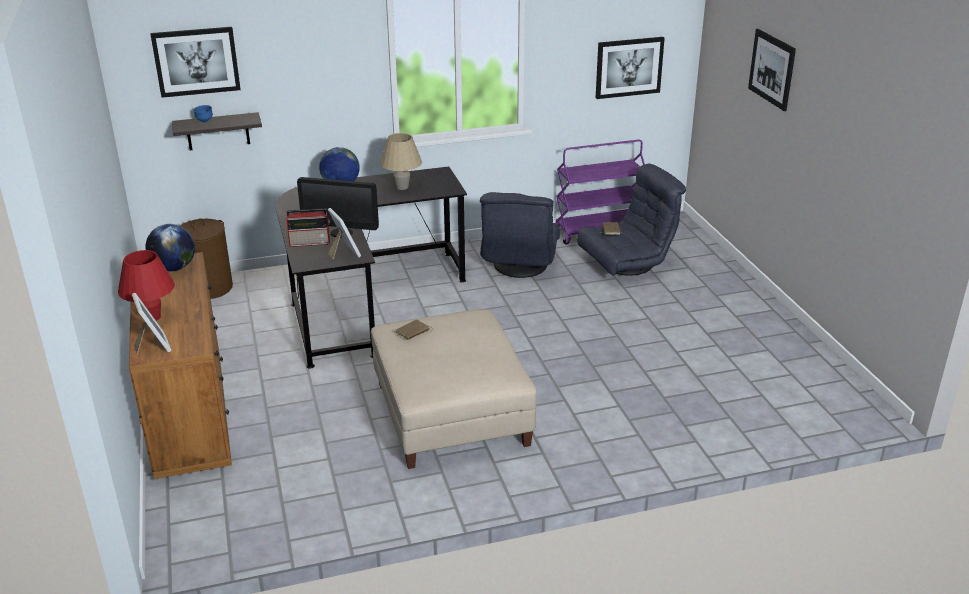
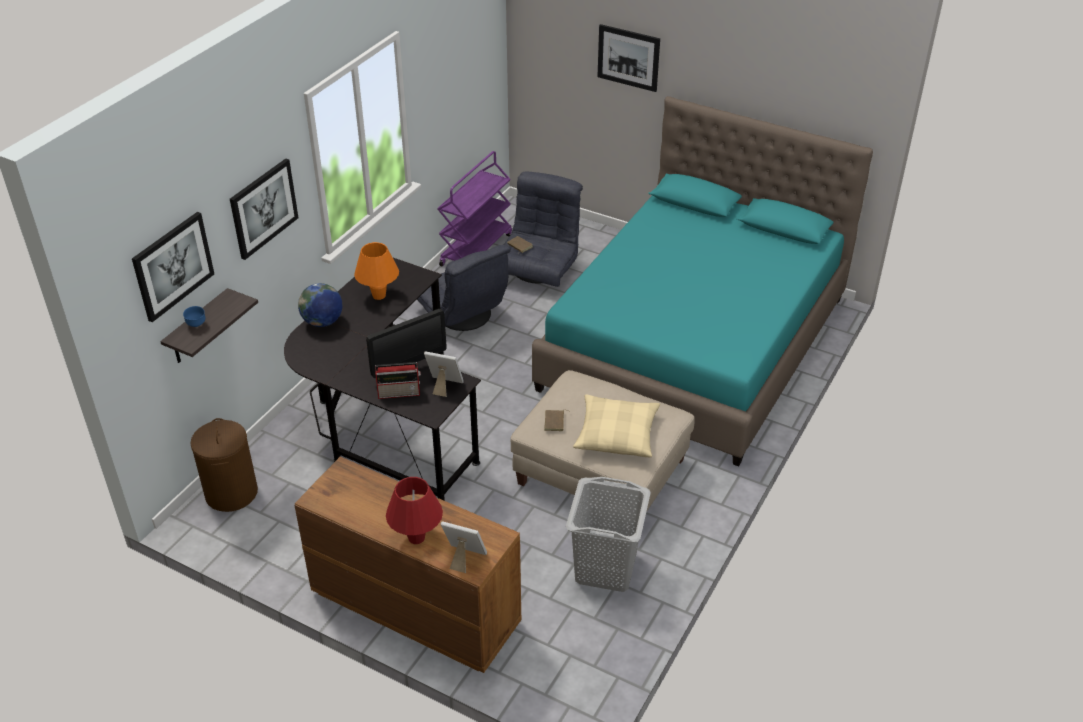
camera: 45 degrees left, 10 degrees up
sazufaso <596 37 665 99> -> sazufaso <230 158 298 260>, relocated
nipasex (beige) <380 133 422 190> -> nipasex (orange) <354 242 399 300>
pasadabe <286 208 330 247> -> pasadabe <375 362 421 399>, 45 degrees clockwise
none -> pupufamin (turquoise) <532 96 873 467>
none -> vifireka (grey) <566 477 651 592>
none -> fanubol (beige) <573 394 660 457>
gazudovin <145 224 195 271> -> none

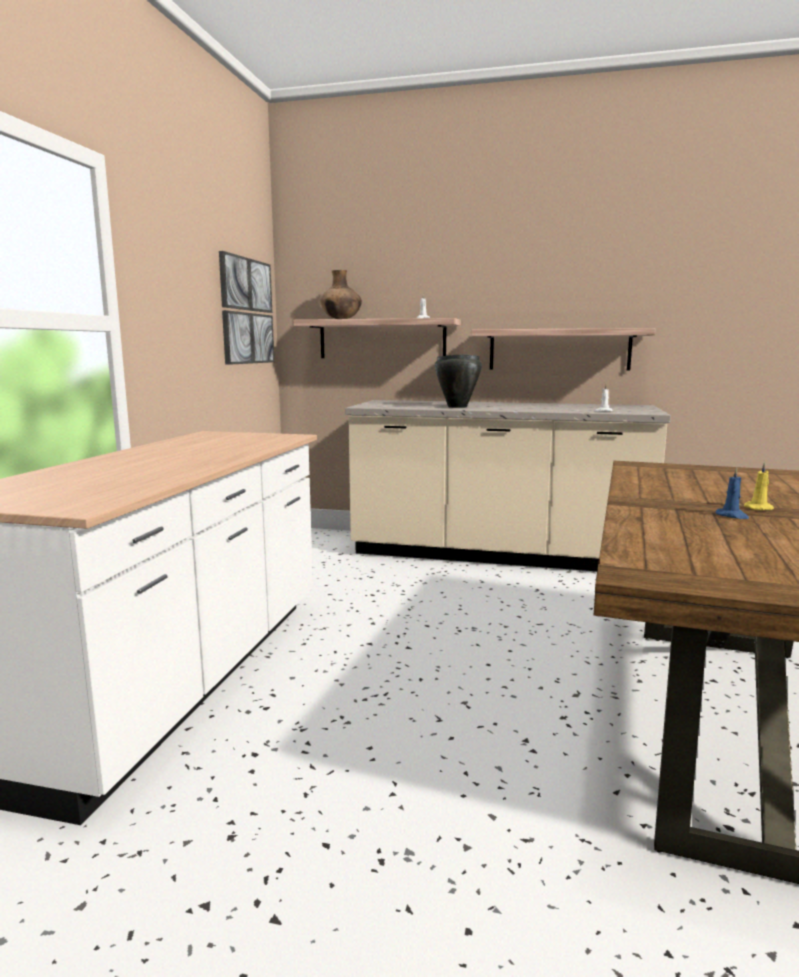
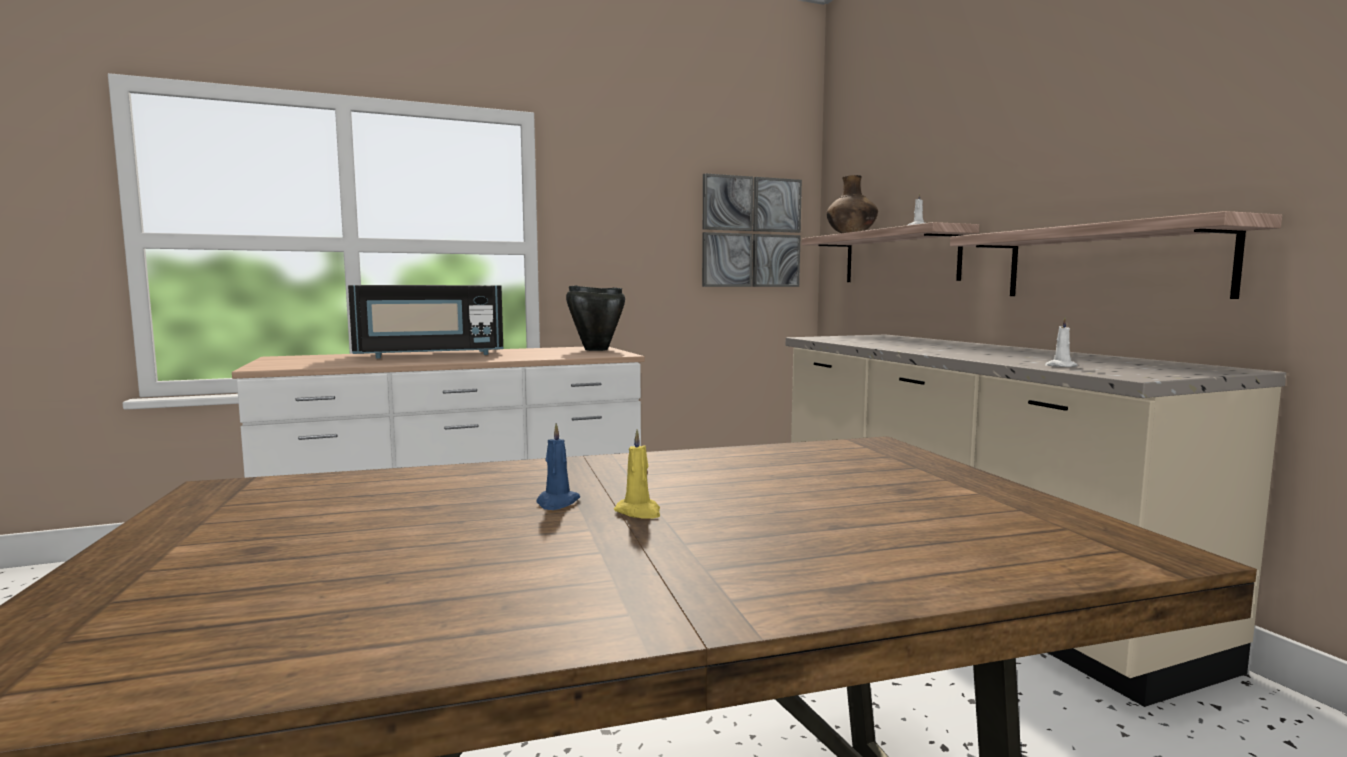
camera: 55 degrees right, 5 degrees down
none -> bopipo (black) <348 285 503 359>
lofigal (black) <435 354 482 408> -> lofigal (black) <566 286 625 351>, relocated

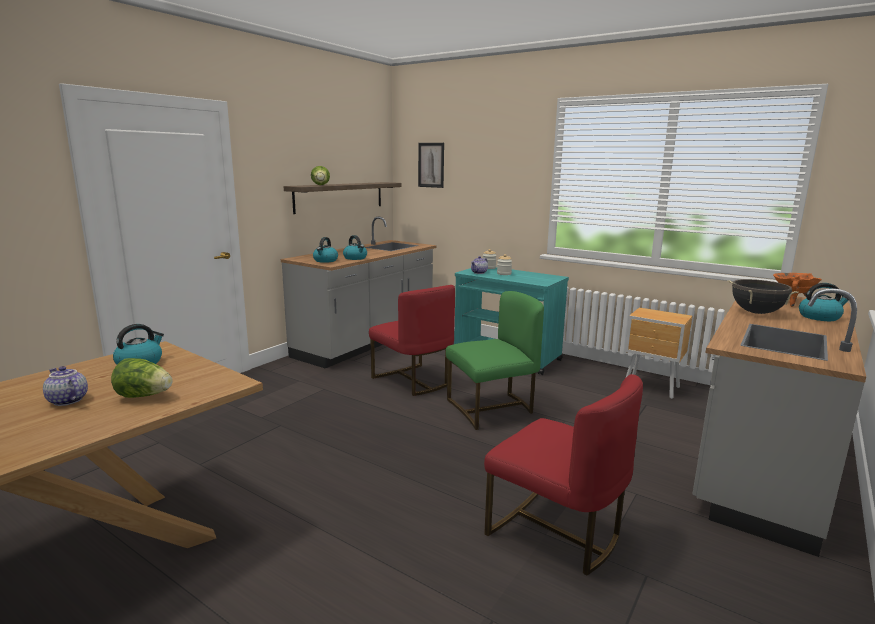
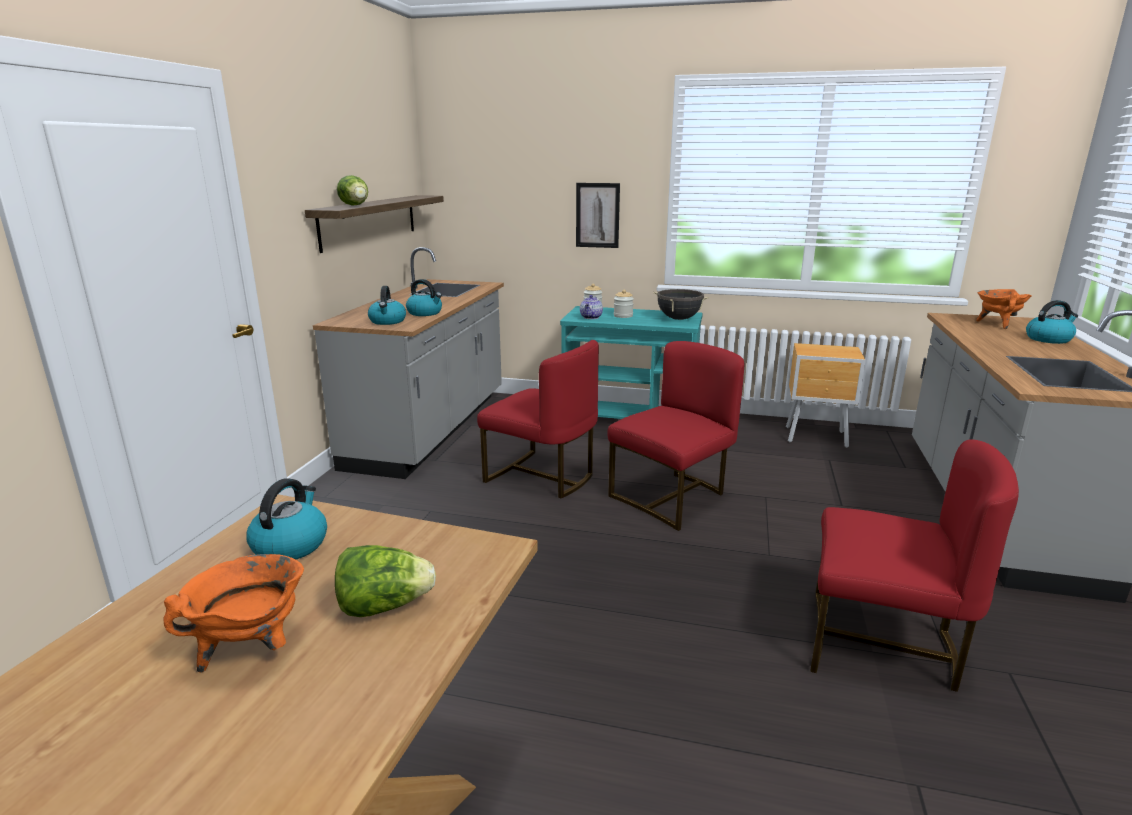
camera: 20 degrees left, 5 degrees up
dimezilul <43 366 88 406> -> lofigal (orange) <164 554 304 673>
sazufaso <418 143 444 188> -> sazufaso <576 183 620 248>, relocated
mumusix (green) <446 291 544 430> -> mumusix (red) <607 341 744 531>
lofigal (black) <727 279 799 314> -> lofigal (black) <653 289 709 320>, relocated

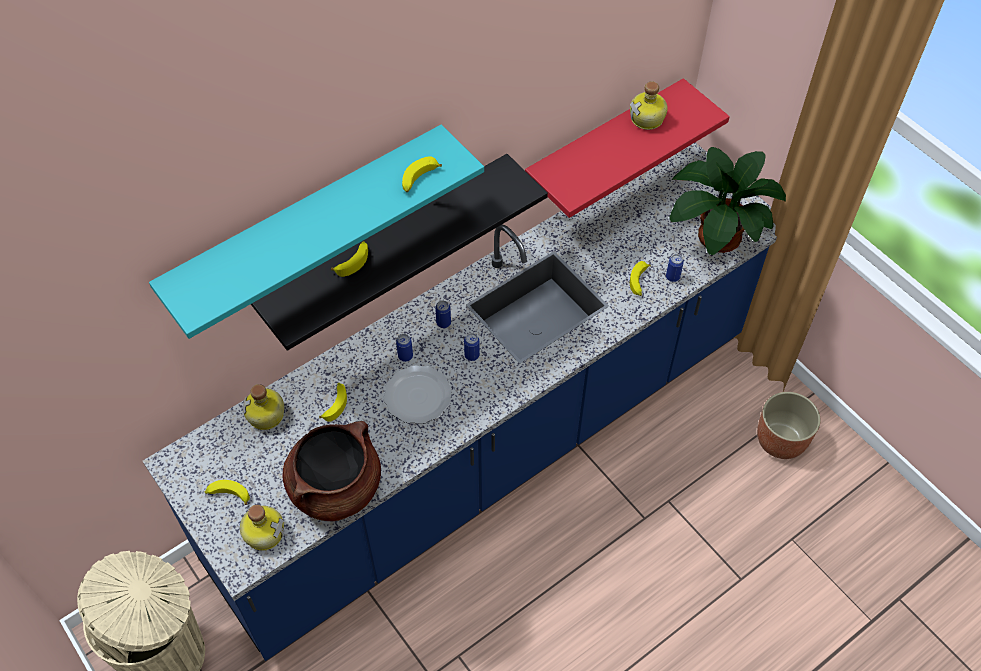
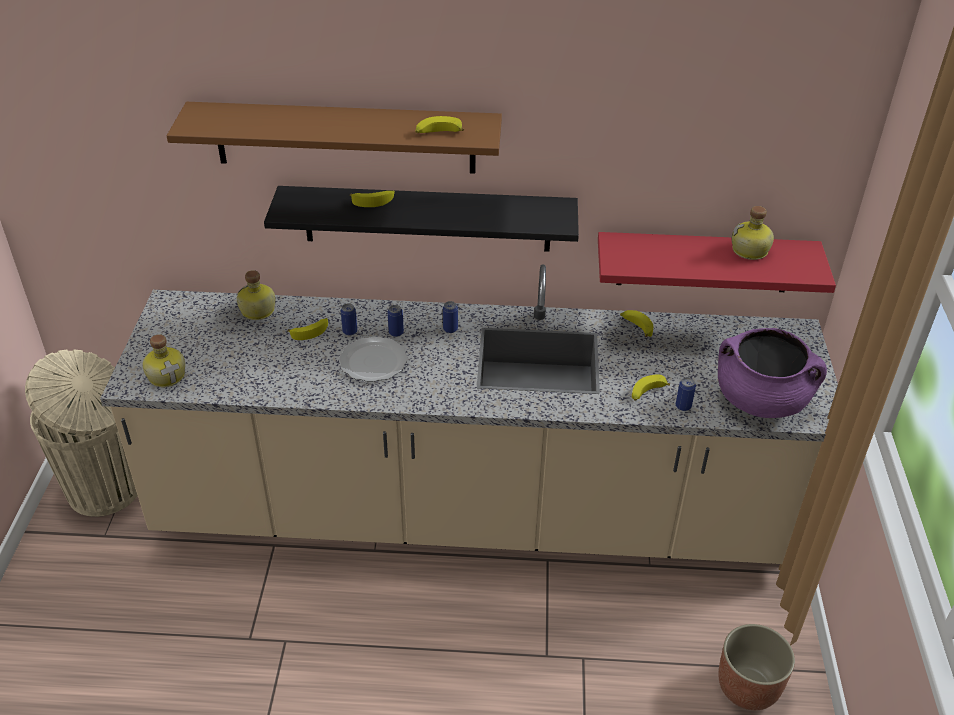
camera: 40 degrees right, 15 degrees down
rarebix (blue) <143 142 777 661> -> rarebix (beige) <100 264 838 564>
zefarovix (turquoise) <149 124 484 339> -> zefarovix (brown) <167 102 502 174>
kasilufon <464 333 480 361> -> kasilufon <341 303 357 336>, relocated
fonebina <205 480 250 505> -> fonebina <620 310 653 337>, relocated
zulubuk <669 147 786 255> -> lofigal (purple) <718 328 827 418>
lofigal (brown) <282 421 381 521> -> none

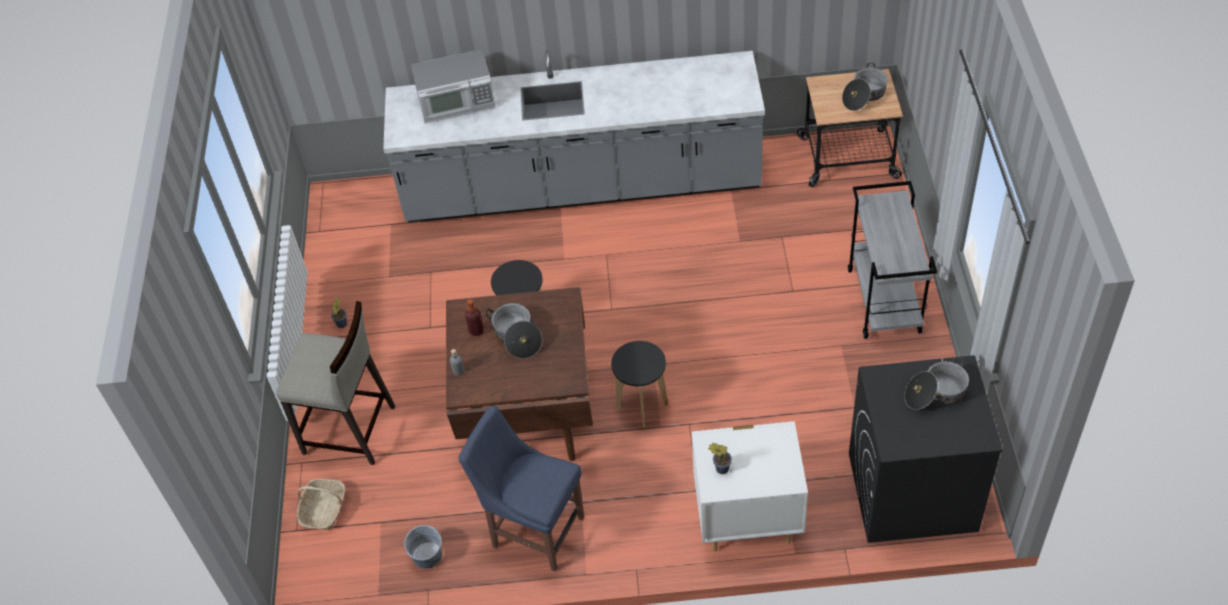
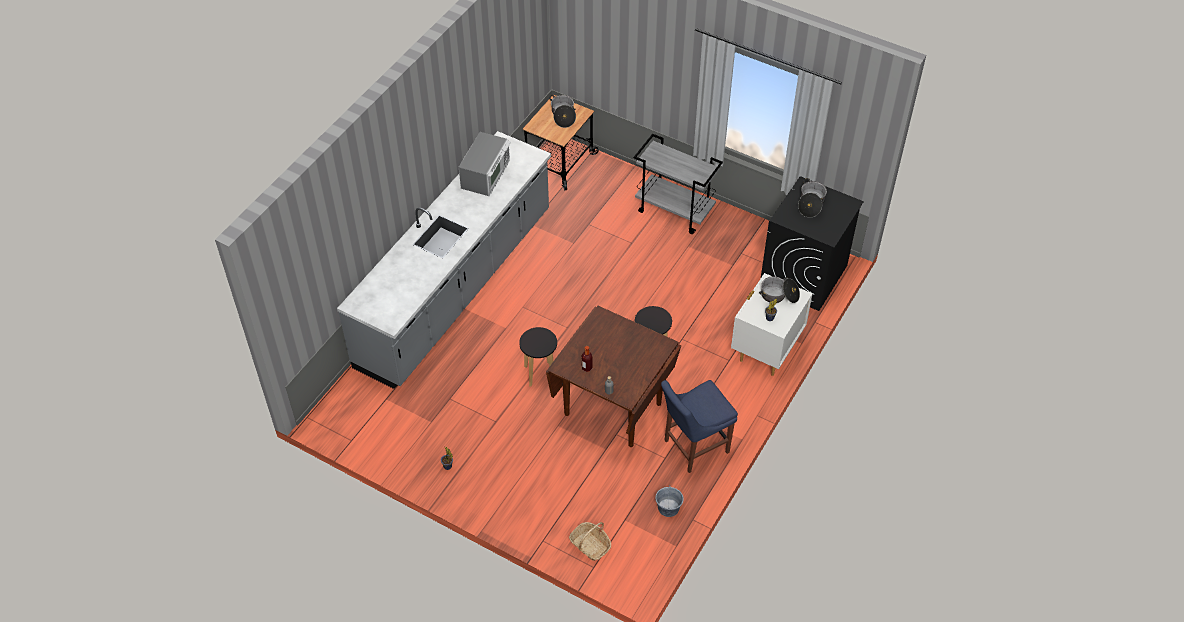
camera: 60 degrees left, 0 degrees up
bopipo <411 49 496 124> -> bopipo <459 132 511 196>, relocated
lofigal <486 303 542 359> -> lofigal <759 276 800 303>, relocated
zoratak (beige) <276 301 395 465> -> none

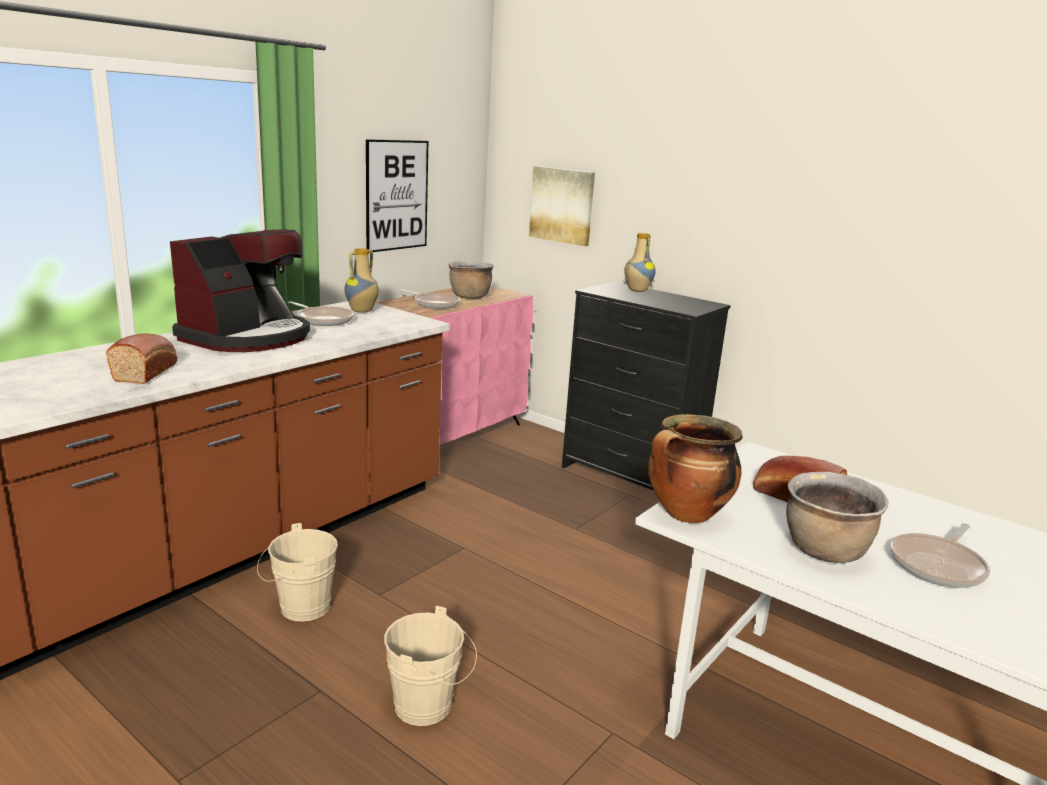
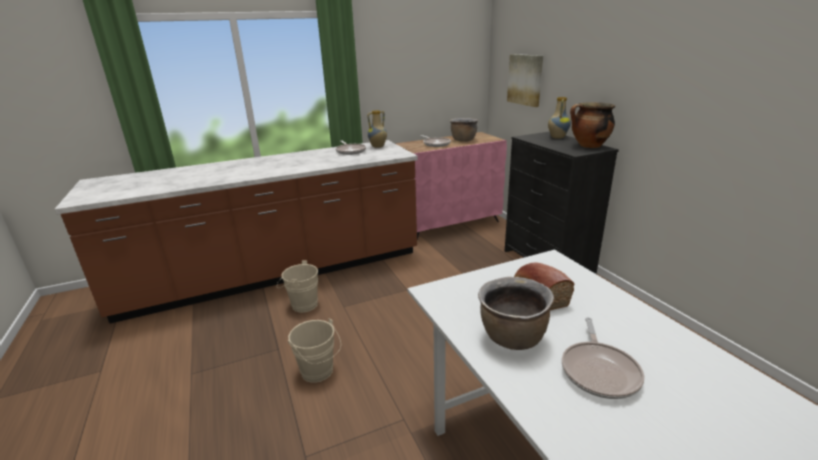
camera: 30 degrees right, 5 degrees up
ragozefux <890 523 990 588> -> ragozefux <562 318 644 399>, 60 degrees counterclockwise
lofigal <648 414 742 523> -> lofigal <570 102 615 148>, relocated
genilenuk <106 333 178 384> -> none
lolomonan <170 229 310 352> -> none
sazufaso <366 139 428 253> -> none

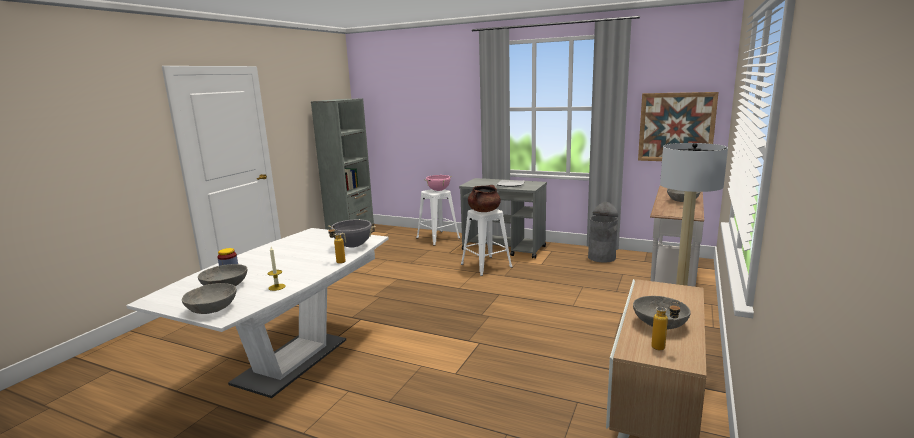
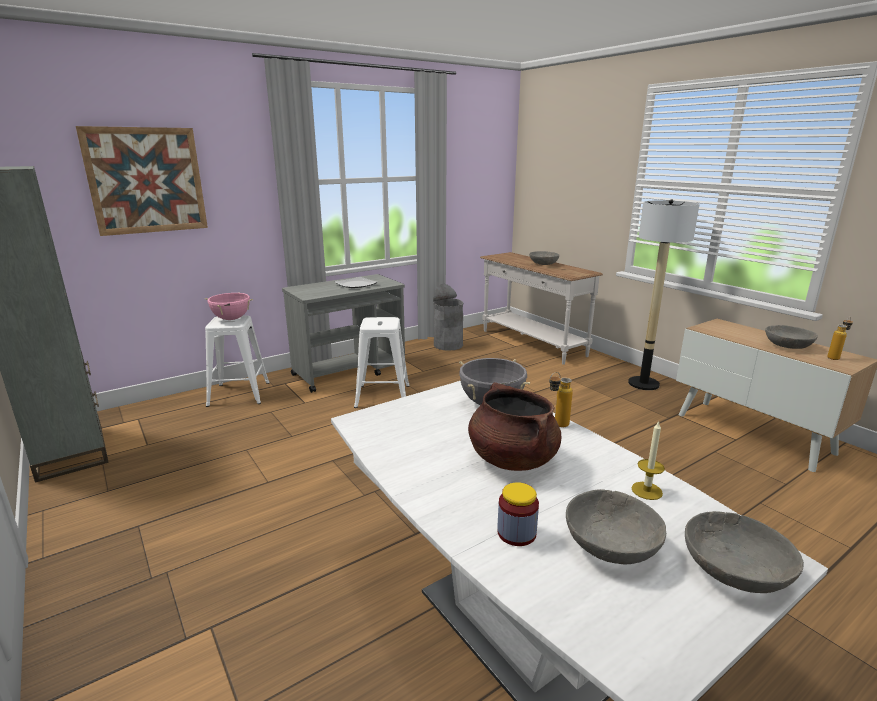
camera: 60 degrees left, 5 degrees up
sazufaso <638 92 719 161> -> sazufaso <76 126 208 236>, relocated
lofigal (brown) <468 185 501 212> -> lofigal (brown) <468 382 561 471>, relocated

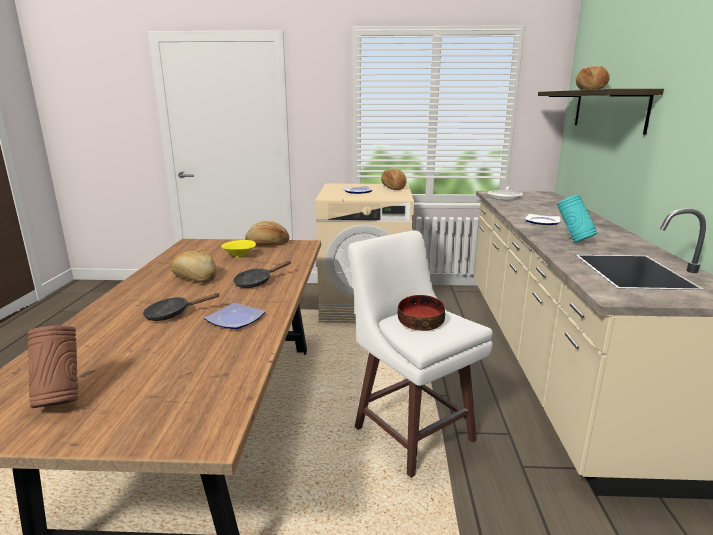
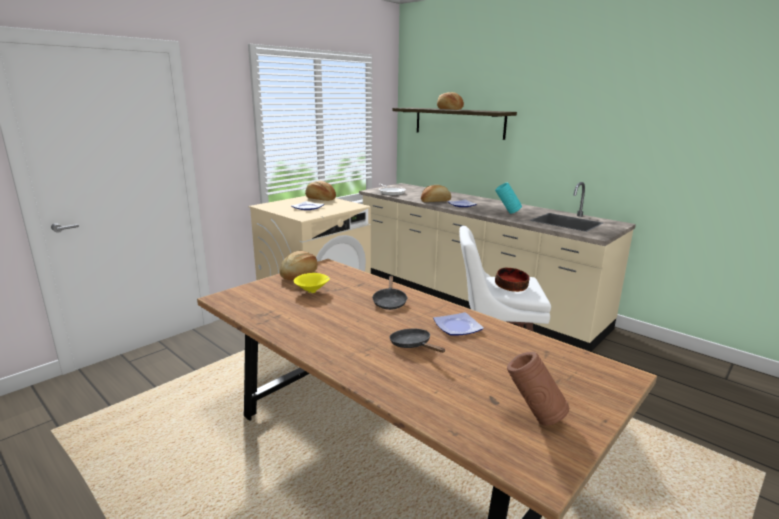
camera: 50 degrees left, 0 degrees up
ragozefux (black) <143 293 220 321> -> ragozefux (black) <389 329 445 353>, 120 degrees clockwise
genilenuk <171 250 217 283> -> genilenuk <421 185 451 202>, relocated

